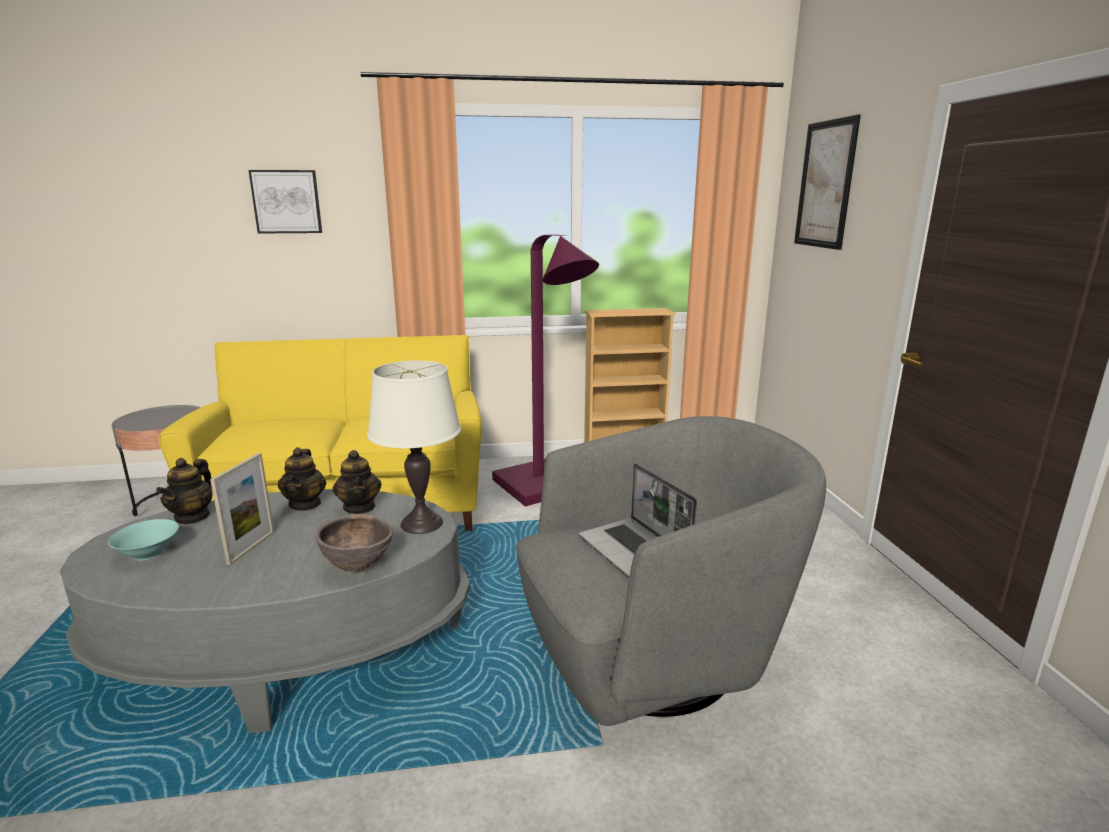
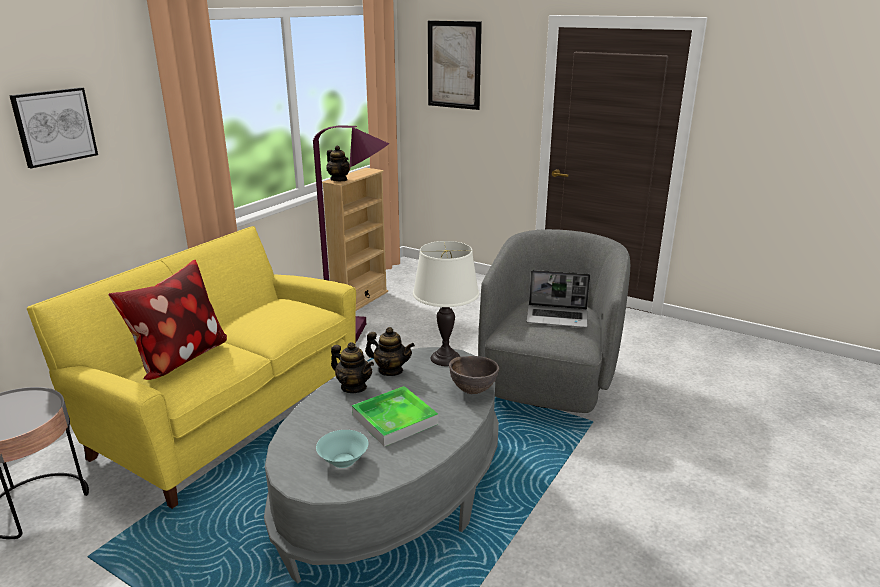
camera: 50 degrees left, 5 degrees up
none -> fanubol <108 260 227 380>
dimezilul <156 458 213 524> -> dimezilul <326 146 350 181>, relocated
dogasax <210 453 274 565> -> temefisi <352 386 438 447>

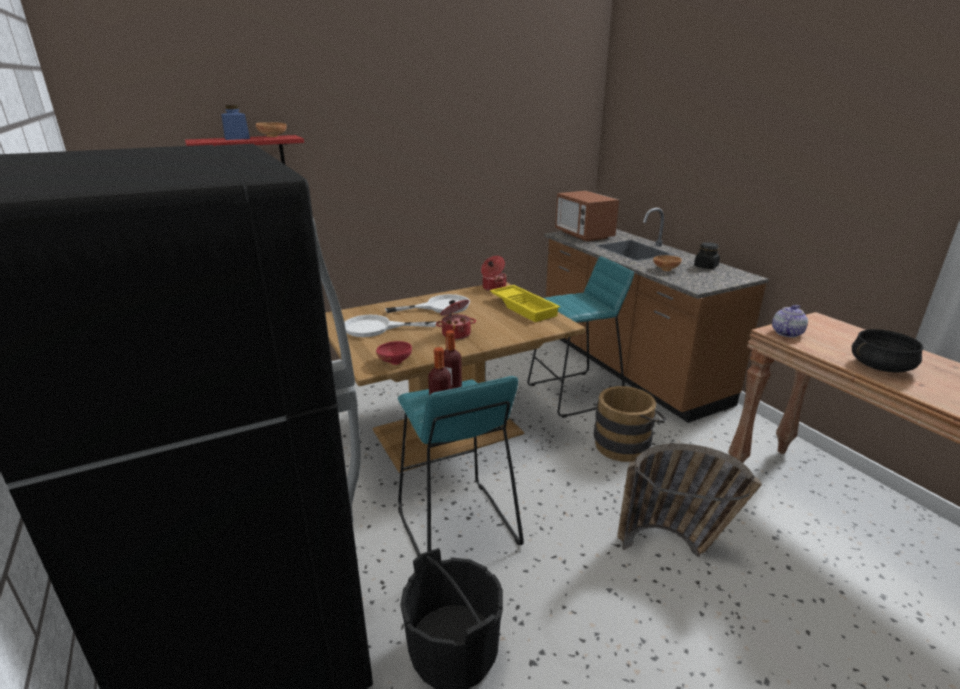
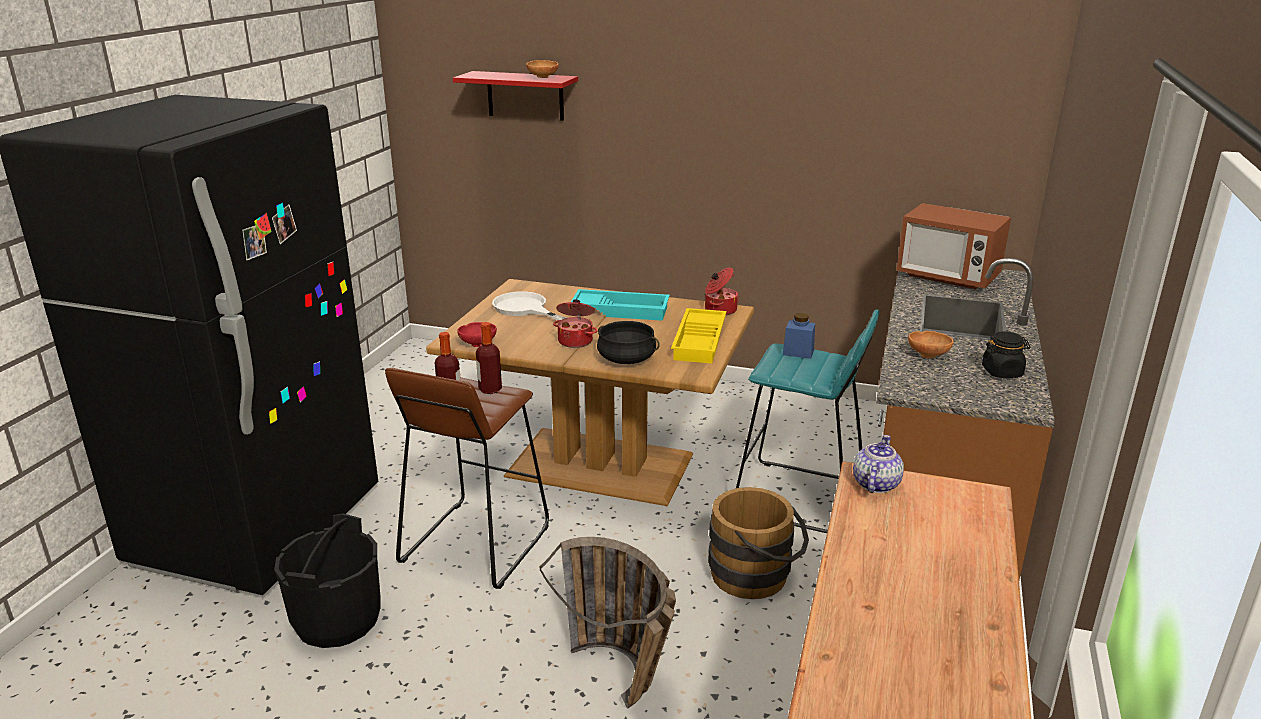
camera: 45 degrees right, 0 degrees up
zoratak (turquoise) <398 376 524 556> -> zoratak (brown) <385 368 549 589>
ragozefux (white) <385 294 470 313> -> temefisi (turquoise) <571 289 670 321>
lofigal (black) <852 329 923 373> -> lofigal (black) <597 321 660 364>, relocated
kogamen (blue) <221 105 250 140> -> kogamen (blue) <783 313 815 359>, relocated
dimezilul <772 305 808 337> -> dimezilul <853 435 904 493>, 60 degrees counterclockwise
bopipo <555 191 619 241> -> bopipo <897 203 1011 289>, 75 degrees counterclockwise

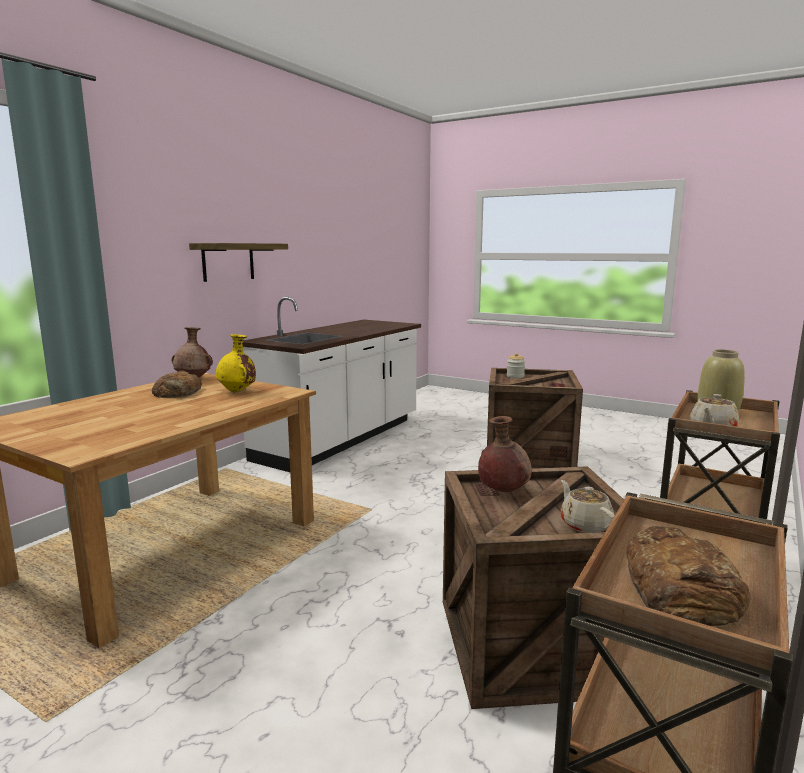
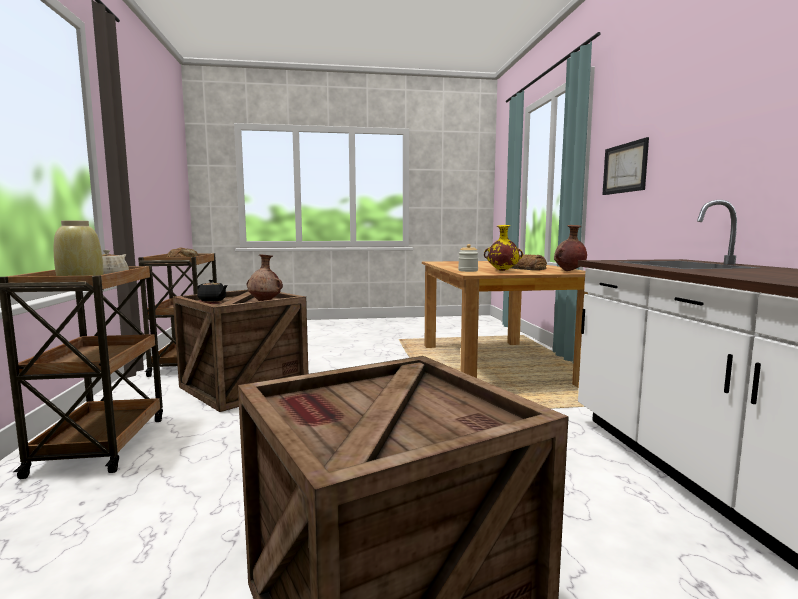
camera: 140 degrees right, 5 degrees down
dimezilul (beige) <561 480 615 533> -> dimezilul (black) <197 280 228 302>
kogamen <507 353 525 378> -> kogamen <458 244 479 272>, relocated
none -> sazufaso <602 137 649 195>
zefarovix <189 243 288 282> -> none

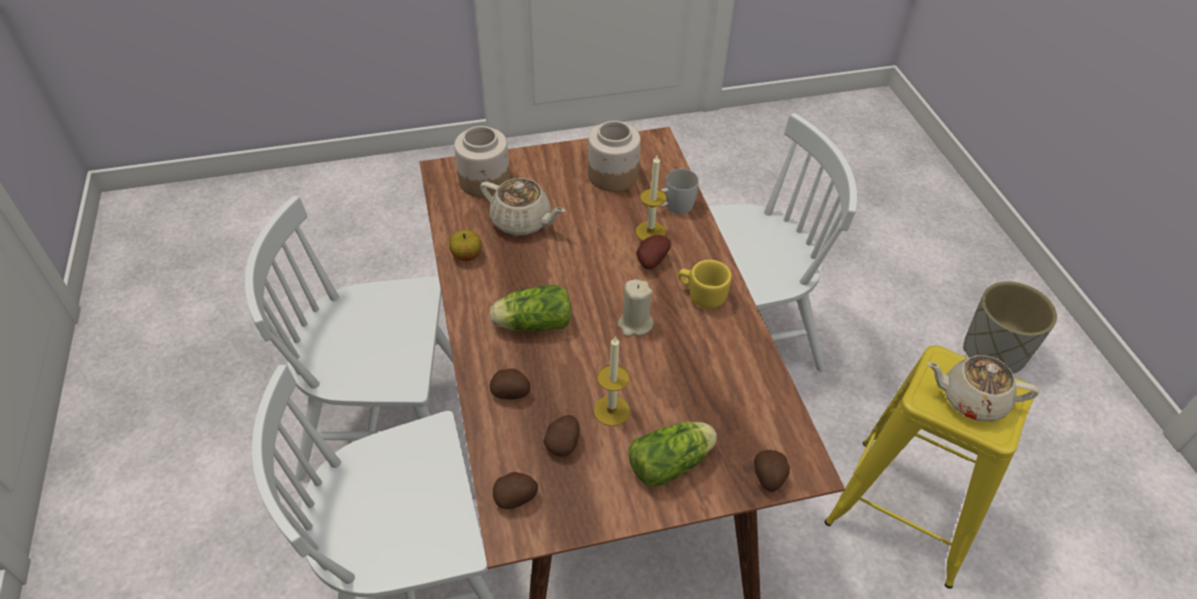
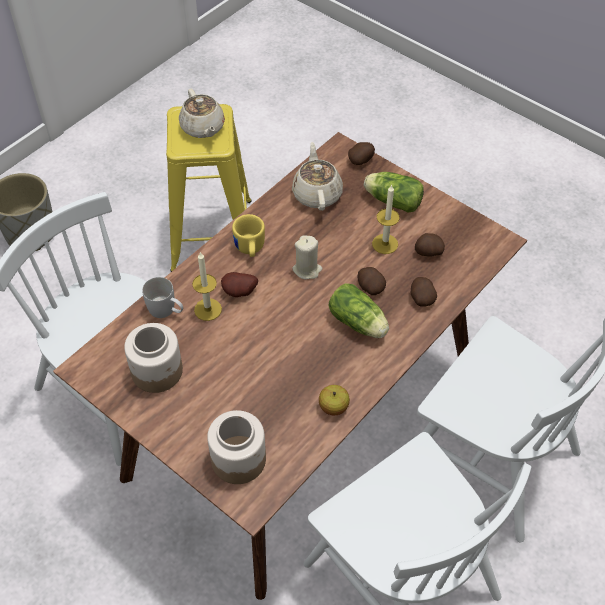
camera: 125 degrees left, 5 degrees up
dimezilul (beige) <480 178 565 236> -> dimezilul (beige) <292 142 343 211>, relocated
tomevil <493 472 538 509> -> tomevil <358 267 386 295>, relocated

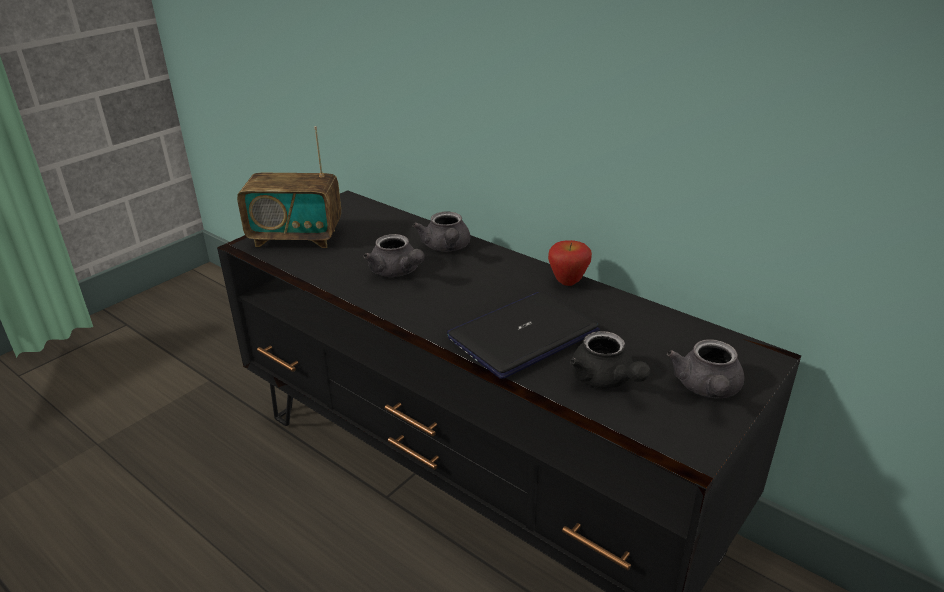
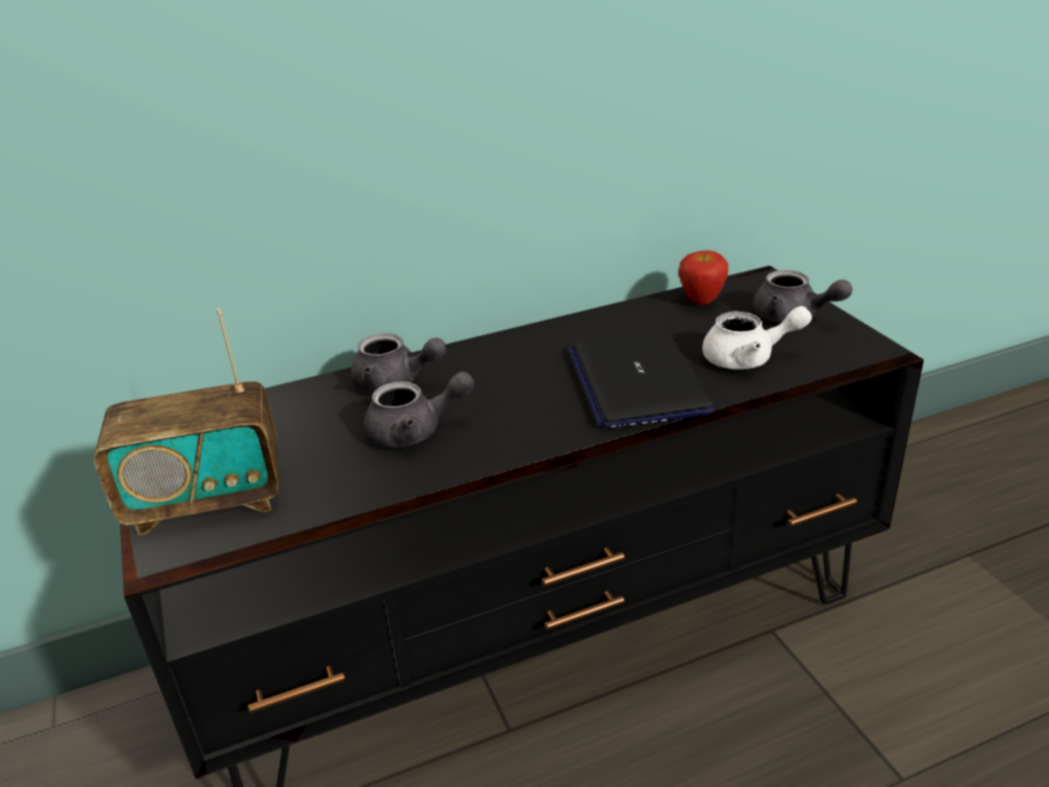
camera: 60 degrees left, 0 degrees up
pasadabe <237 126 341 248> -> pasadabe <94 308 278 536>, 45 degrees clockwise
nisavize <548 240 592 286> -> nisavize <679 250 728 305>, relocated
dimezilul (black) <570 331 650 389> -> dimezilul (white) <702 306 812 370>

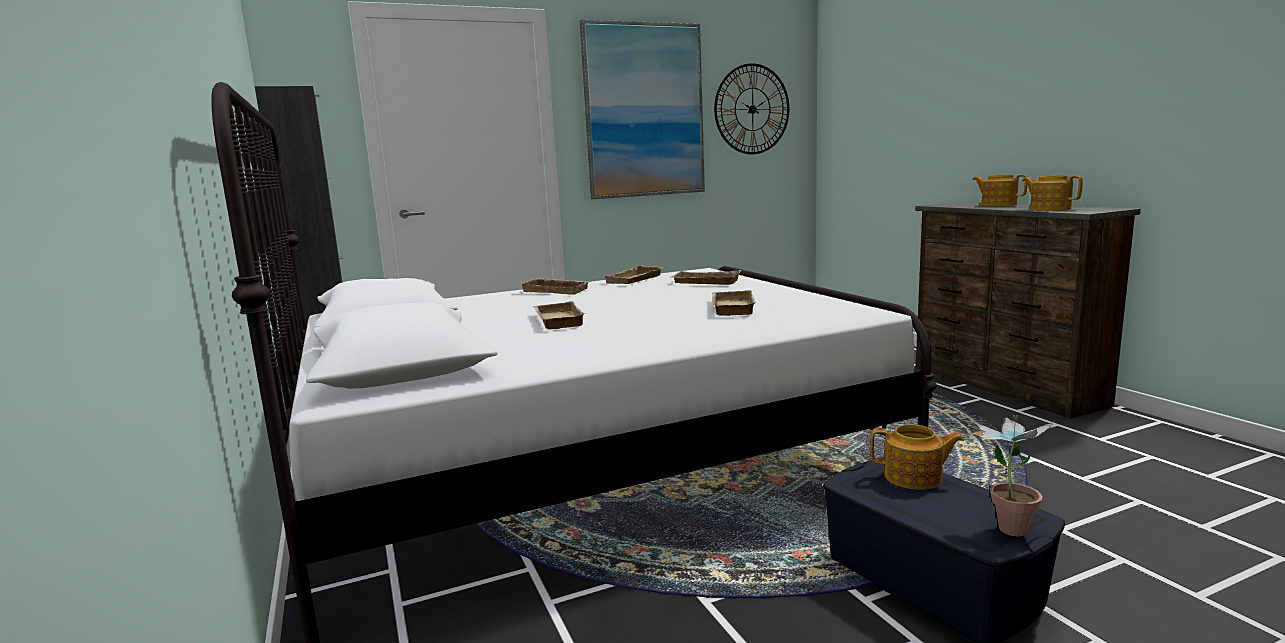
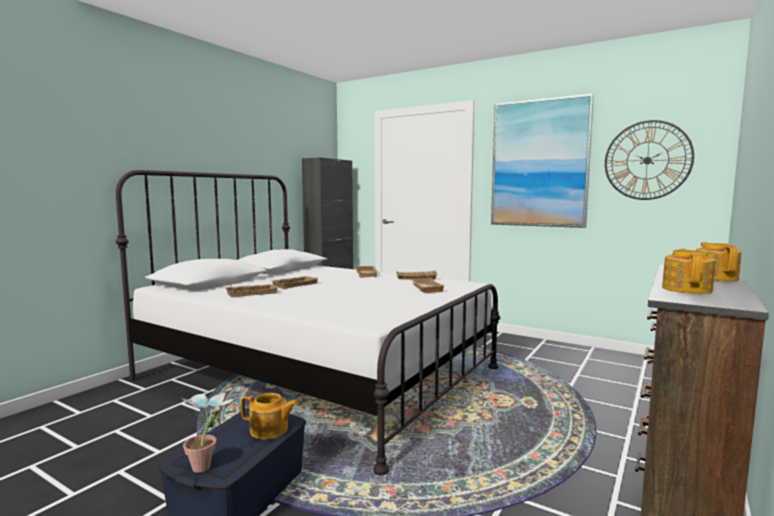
camera: 55 degrees right, 5 degrees down
temefisi (beige) <712 290 756 316> -> temefisi (beige) <224 284 278 297>, relocated
dimezilul <870 425 964 490> -> dimezilul <241 393 298 439>, 60 degrees counterclockwise

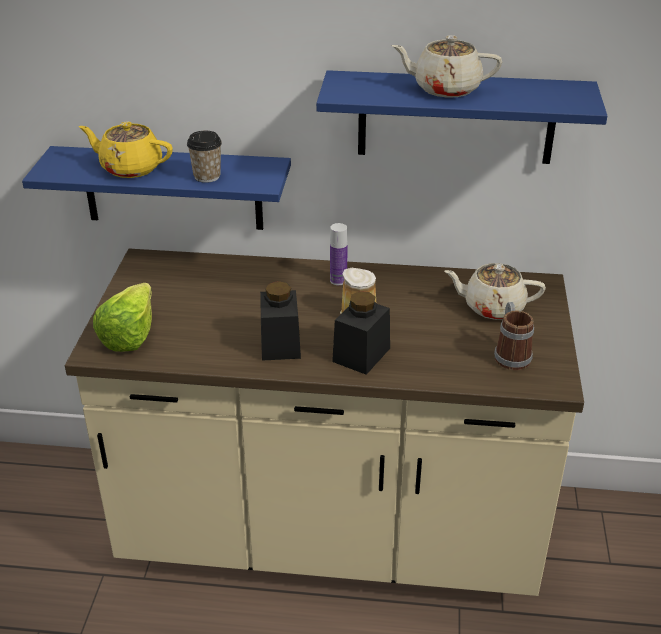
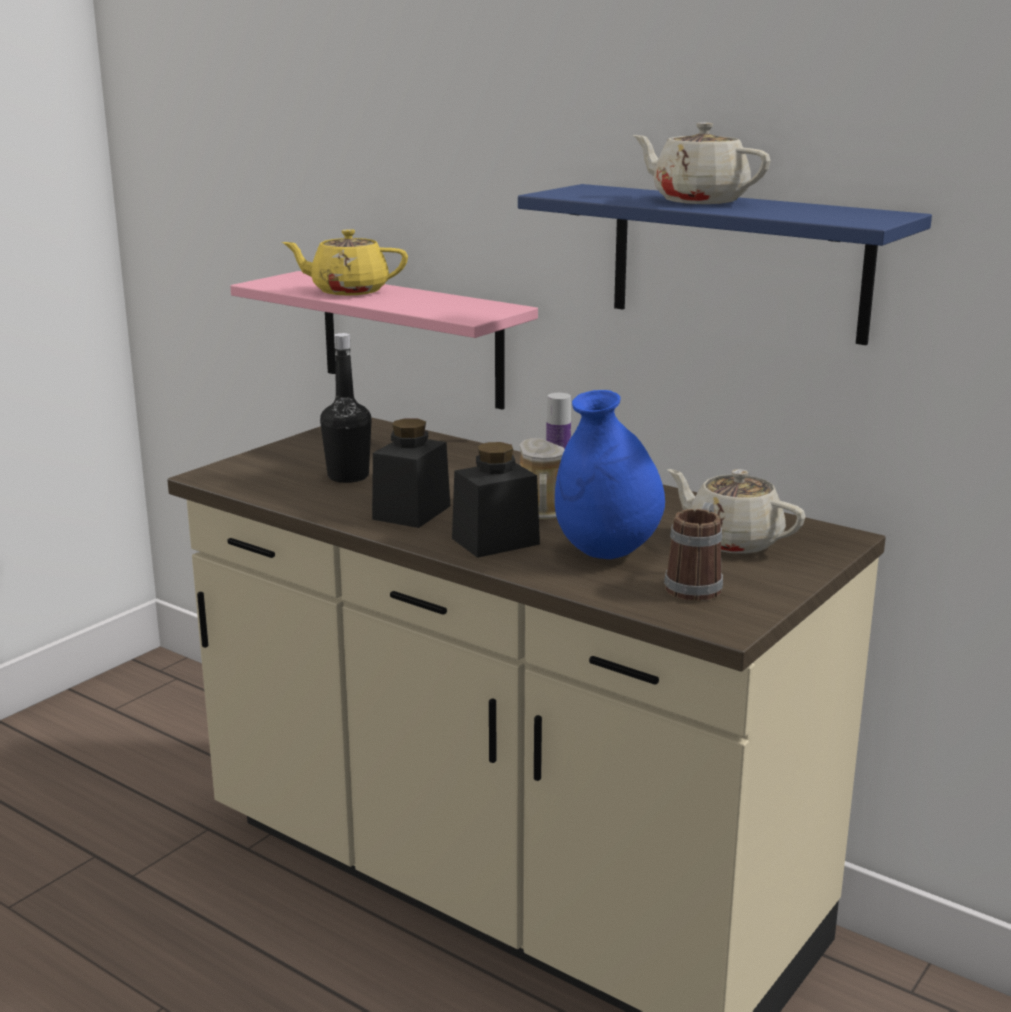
camera: 30 degrees right, 15 degrees down
zefarovix (blue) <22 146 291 230> -> zefarovix (pink) <230 271 538 410>
dimezilul (yellow) <79 121 173 178> -> dimezilul (yellow) <282 229 408 295>, 45 degrees counterclockwise
none -> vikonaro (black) <320 333 372 483>
none -> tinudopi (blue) <555 390 665 559>
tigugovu <93 283 152 352> -> none
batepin <187 131 222 183> -> none

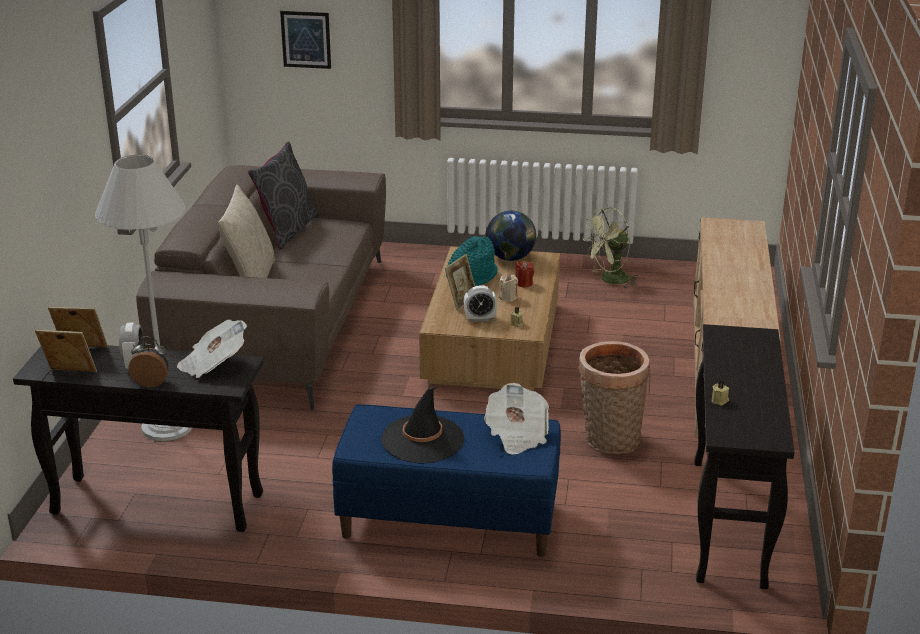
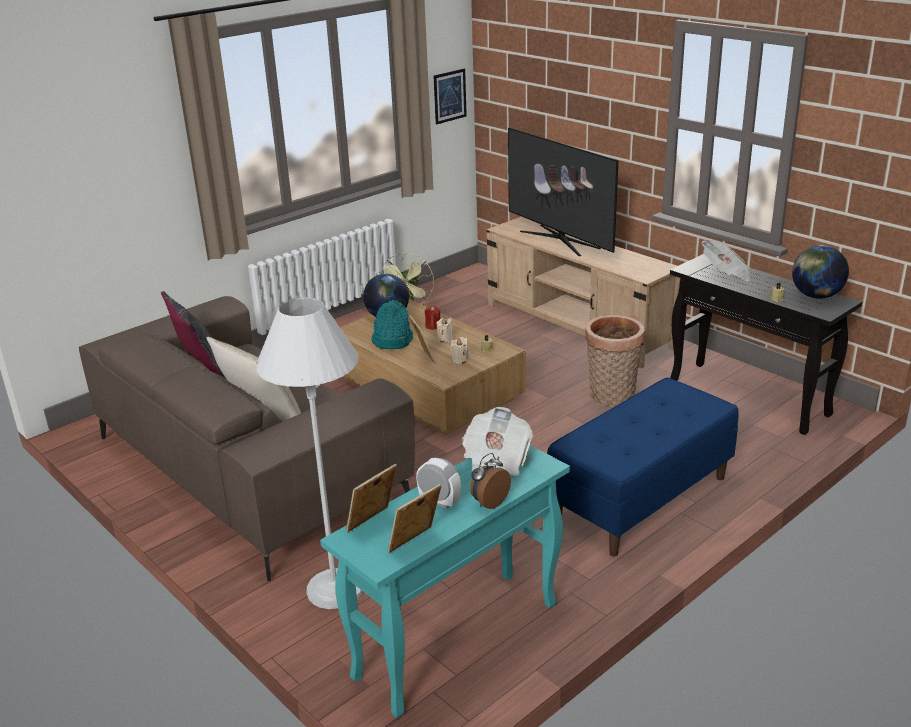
camera: 50 degrees left, 0 degrees up
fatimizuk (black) <13 345 264 532> -> fatimizuk (turquoise) <320 445 570 718>
sazufaso <280 11 331 69> -> sazufaso <433 68 467 125>, relocated
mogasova <464 285 497 322> -> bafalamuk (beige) <450 337 469 364>
none -> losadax <508 128 618 256>
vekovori <484 383 549 455> -> vekovori <702 240 750 281>, relocated
none -> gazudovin <792 245 849 299>
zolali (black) <381 386 464 463> -> none

